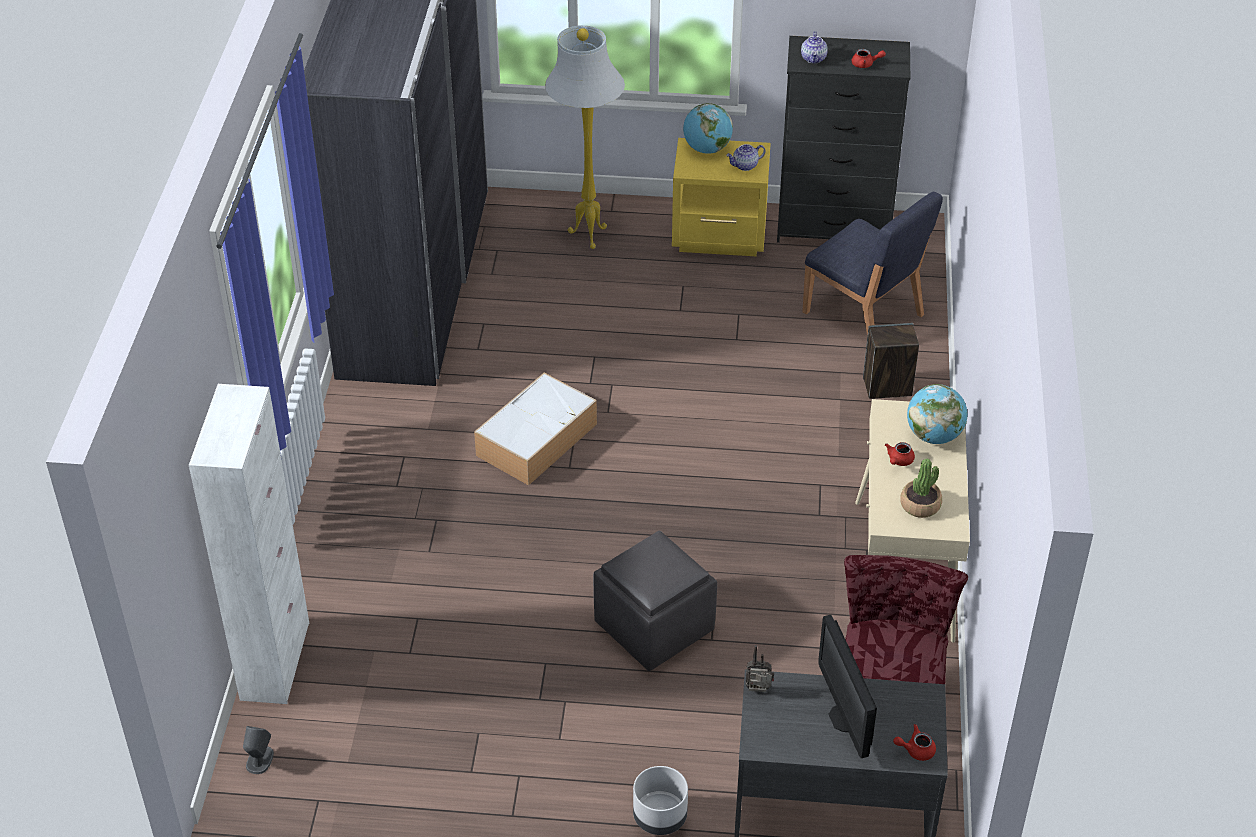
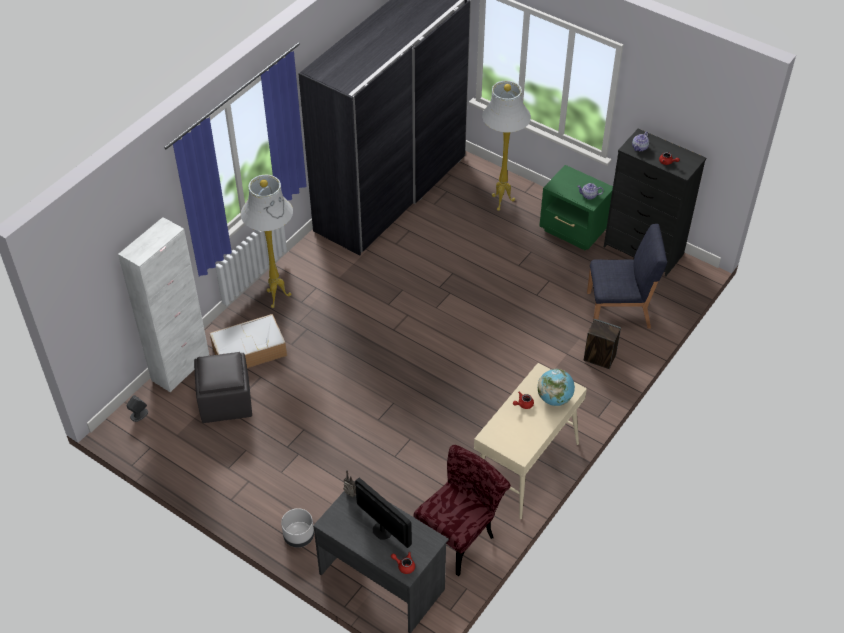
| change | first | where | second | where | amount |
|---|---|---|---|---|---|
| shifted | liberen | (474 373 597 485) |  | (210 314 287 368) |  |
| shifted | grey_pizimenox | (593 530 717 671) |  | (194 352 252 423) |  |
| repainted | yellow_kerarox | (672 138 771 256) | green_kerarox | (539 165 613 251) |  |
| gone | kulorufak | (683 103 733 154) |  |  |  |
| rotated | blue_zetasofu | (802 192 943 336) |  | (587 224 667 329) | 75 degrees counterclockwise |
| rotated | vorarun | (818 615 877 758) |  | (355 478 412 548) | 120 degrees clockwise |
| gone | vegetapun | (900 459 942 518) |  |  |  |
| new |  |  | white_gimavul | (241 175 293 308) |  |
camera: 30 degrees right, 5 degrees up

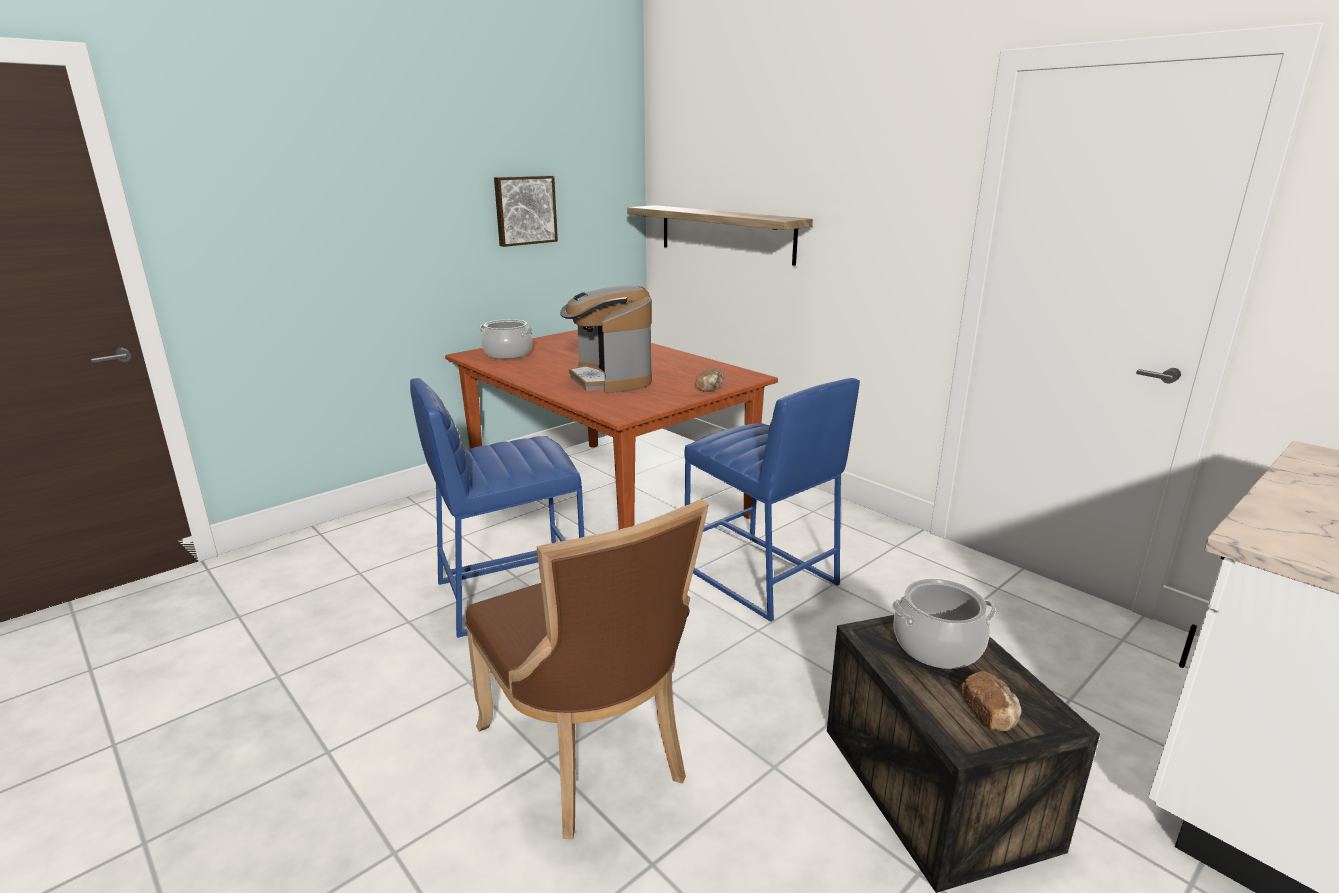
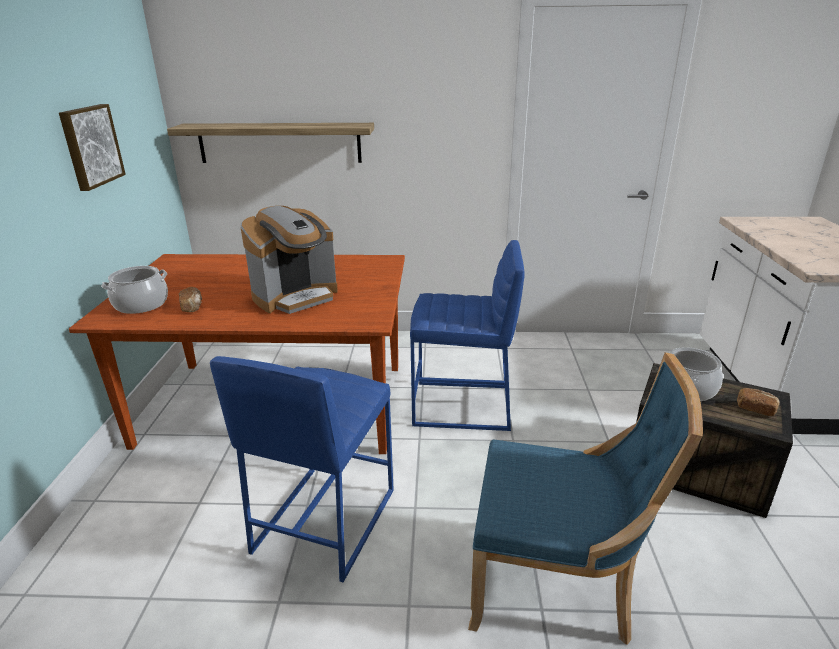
| change | first | where | second | where | amount |
|---|---|---|---|---|---|
| repainted | brown_zetasofu | (466 499 709 839) | blue_zetasofu | (468 352 703 645) |  |
| rotated | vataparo | (560 285 652 393) |  | (241 206 338 314) | 60 degrees counterclockwise |
| shifted | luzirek | (696 368 724 392) |  | (179 287 202 312) |  |
camera: 45 degrees left, 5 degrees up

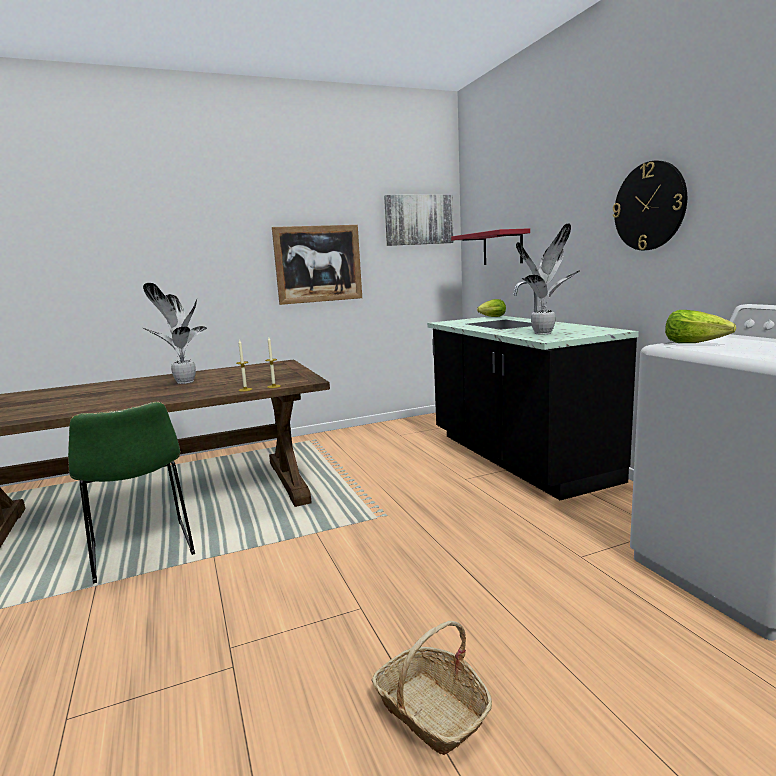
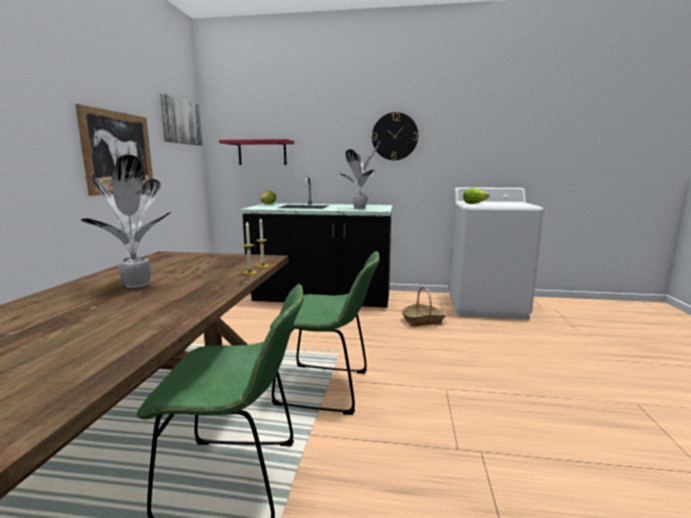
| change | first | where | second | where | amount |
|---|---|---|---|---|---|
| shifted | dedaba | (371 621 492 755) |  | (401 286 446 326) |  |
| new |  |  | green_zetasofu | (270 251 380 414) |  |
camera: 60 degrees left, 0 degrees up

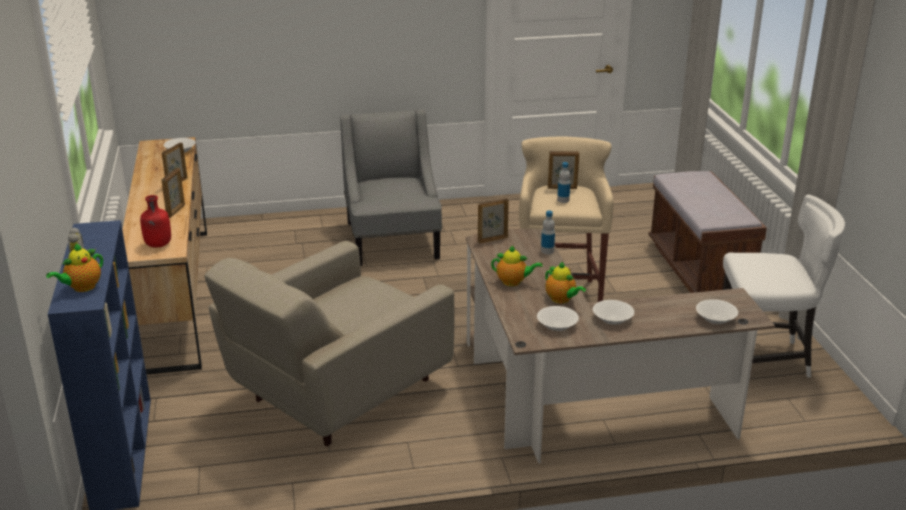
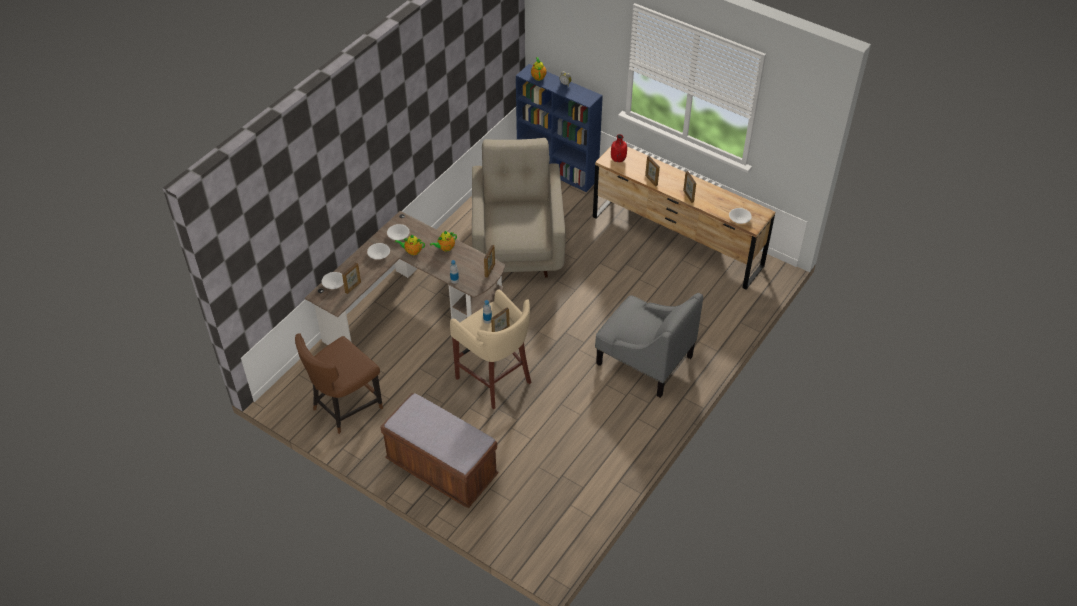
| change | first | where | second | where | amount |
|---|---|---|---|---|---|
| repainted | white_zetasofu | (723 194 845 378) | brown_zetasofu | (295 333 383 434) |  |
| new |  |  | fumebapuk | (342 262 361 294) |  |
camera: 135 degrees right, 20 degrees up

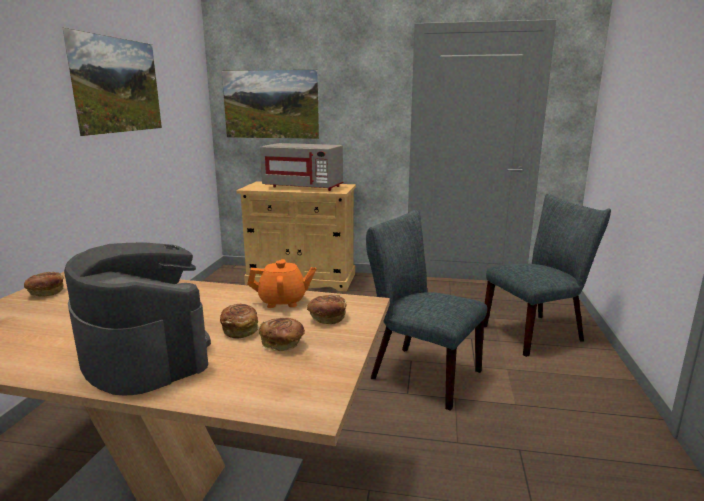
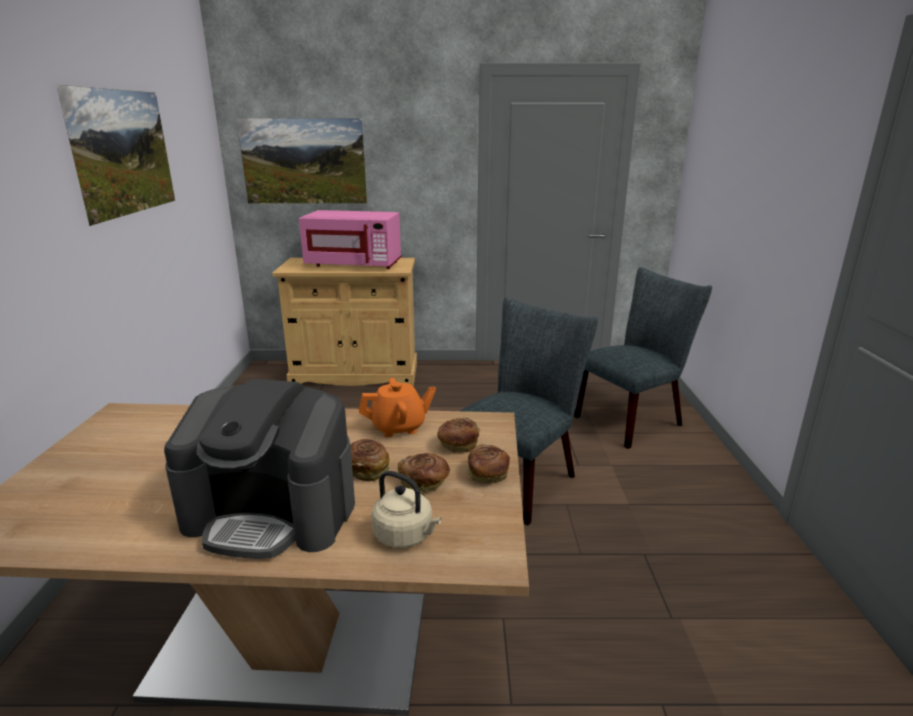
| change | first | where | second | where | amount |
|---|---|---|---|---|---|
| shifted | luzirek | (24 272 64 297) |  | (467 444 510 484) |  |
| rotated | vataparo | (64 243 211 395) |  | (164 379 355 559) | 150 degrees clockwise |
| repainted | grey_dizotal | (260 143 343 191) | pink_dizotal | (299 210 401 269) |  |
| rotated | grey_zetasofu | (366 210 487 411) |  | (460 298 598 525) | 105 degrees clockwise |
| new |  |  | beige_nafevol | (371 471 441 548) |  |
camera: 10 degrees left, 5 degrees up

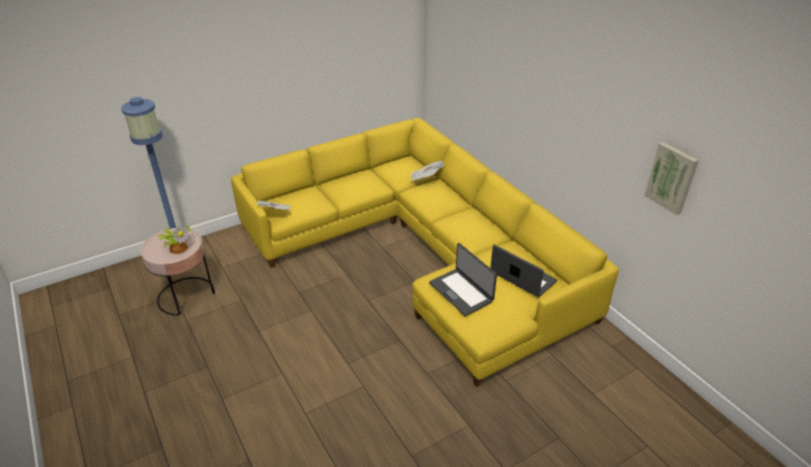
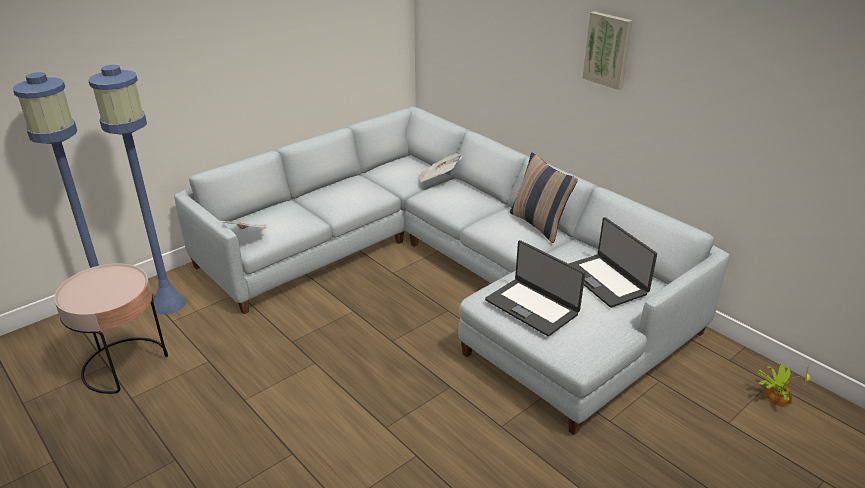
| change | first | where | second | where | amount |
|---|---|---|---|---|---|
| shifted | vegetapun | (157 225 192 254) |  | (758 363 811 407) |  |
| repainted | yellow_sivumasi | (231 118 619 387) | grey_sivumasi | (174 106 730 435) |  |
| rotated | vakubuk | (490 245 557 298) |  | (569 217 657 308) | 150 degrees counterclockwise |
| shifted | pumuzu | (644 142 699 215) |  | (583 11 633 90) |  |
| new |  |  | blue_gimavul | (88 65 186 314) |  |
| new |  |  | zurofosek | (510 153 578 243) |  |
camera: 10 degrees left, 5 degrees down

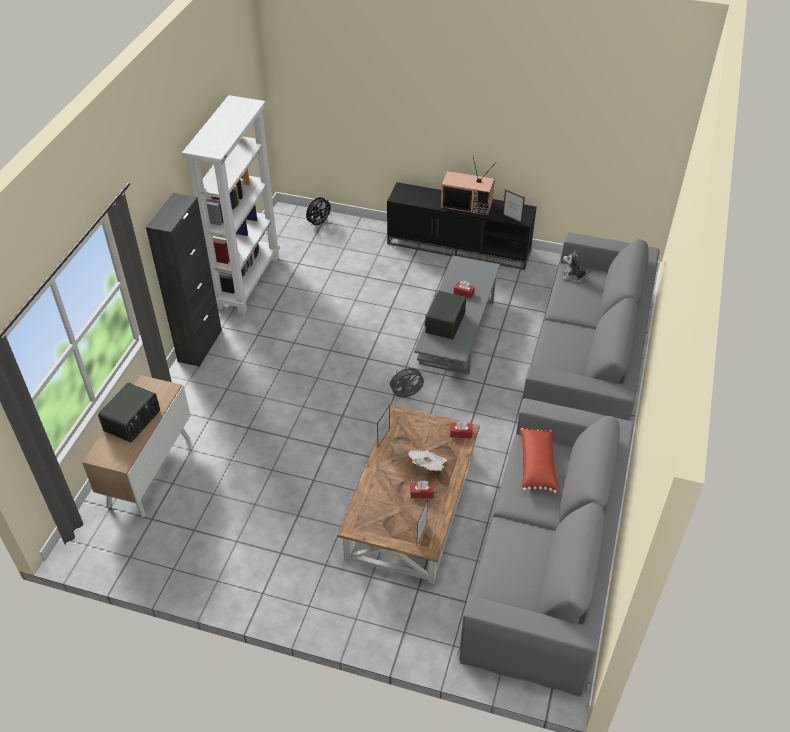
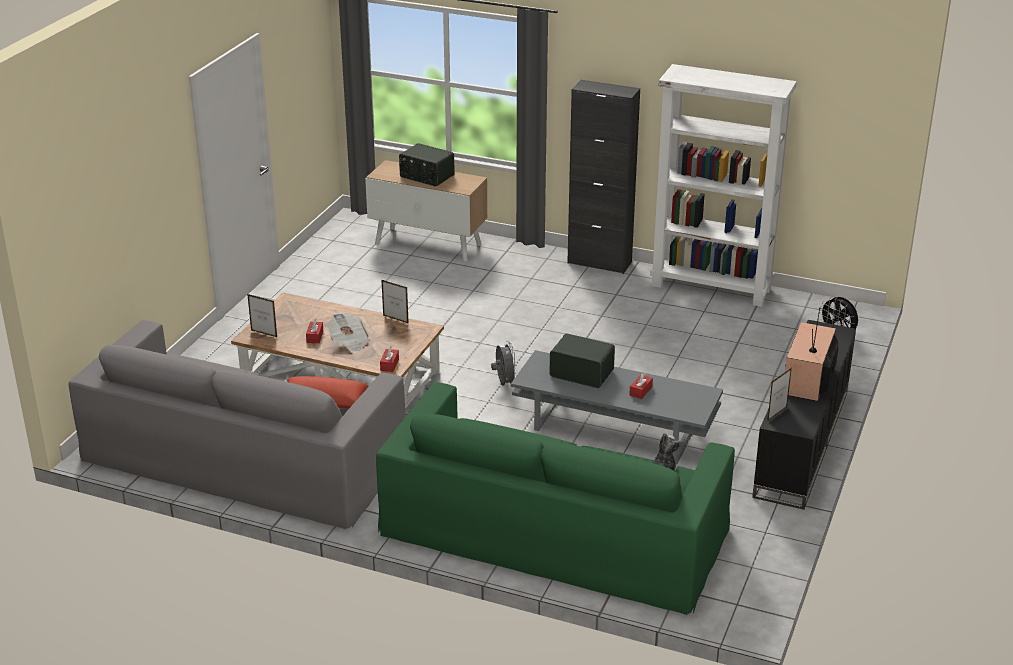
| change | first | where | second | where | amount |
|---|---|---|---|---|---|
| repainted | grey_sivumasi | (522 232 659 421) | green_sivumasi | (376 382 735 615) |  |
camera: 95 degrees right, 15 degrees down

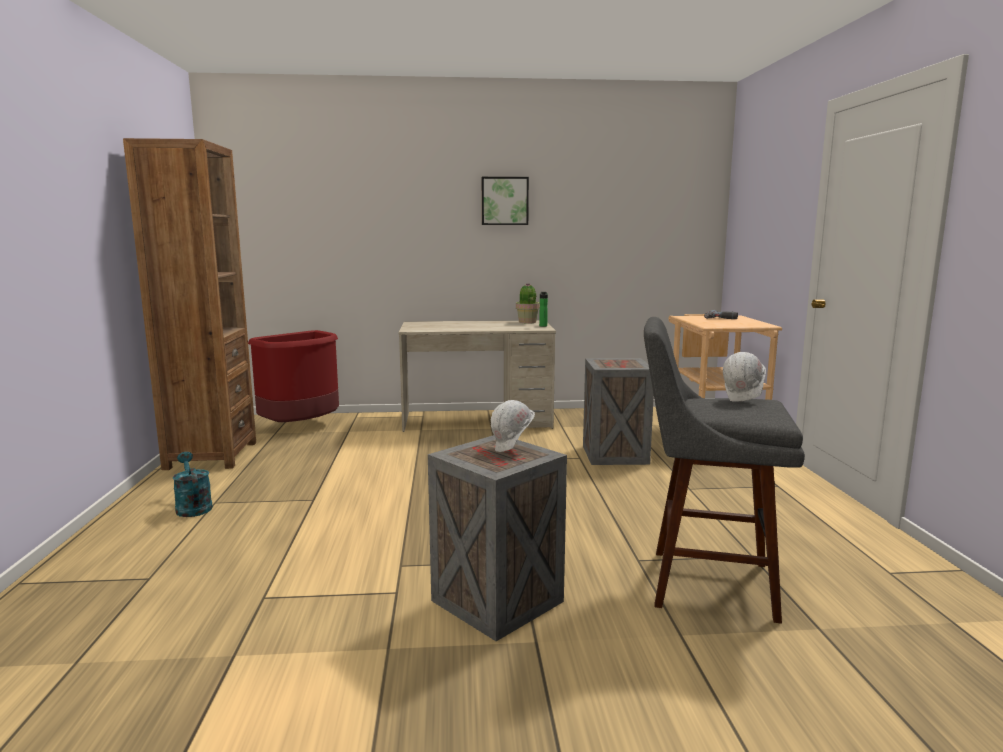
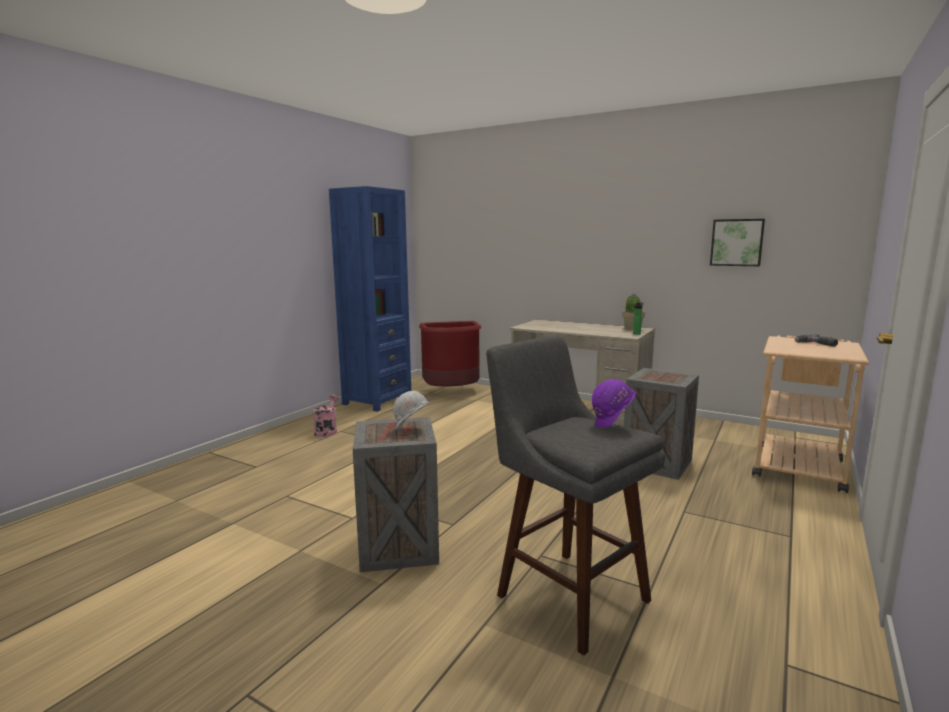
| change | first | where | second | where | amount |
|---|---|---|---|---|---|
| repainted | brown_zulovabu | (123 138 256 470) | blue_zulovabu | (329 186 411 412) |  |
| repainted | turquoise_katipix | (173 452 213 517) | pink_katipix | (313 394 339 437) |  |
| shifted | pumuzu | (482 177 529 225) |  | (710 219 765 266) |  |
| repainted | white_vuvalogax | (723 352 766 402) | purple_vuvalogax | (592 379 636 428) |  |
camera: 35 degrees right, 0 degrees up

